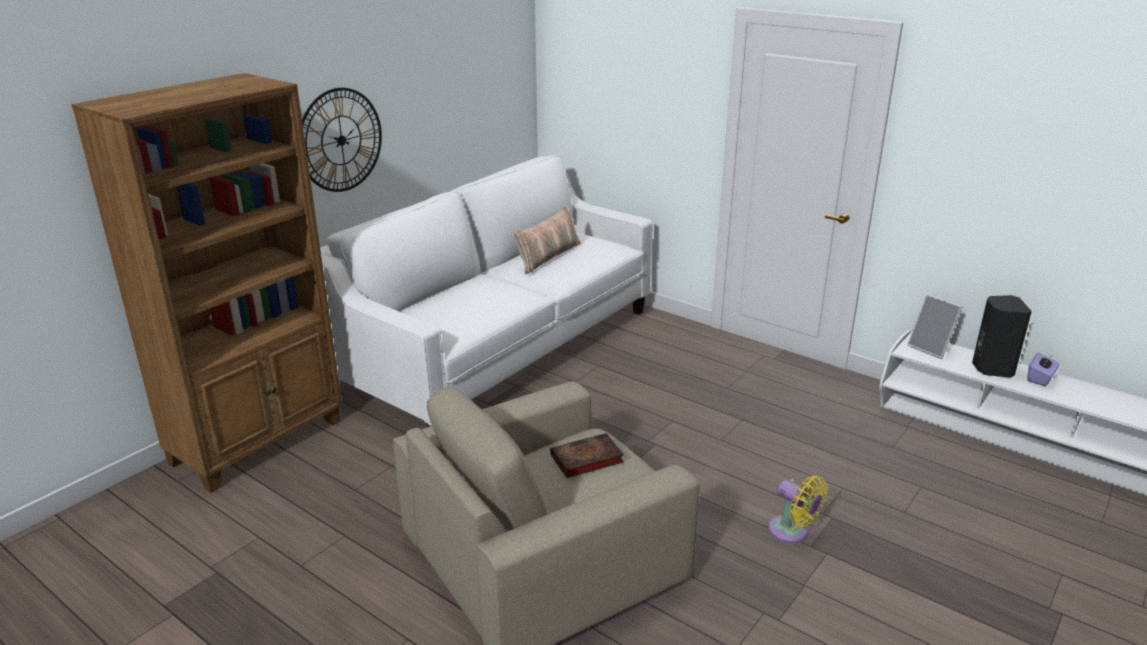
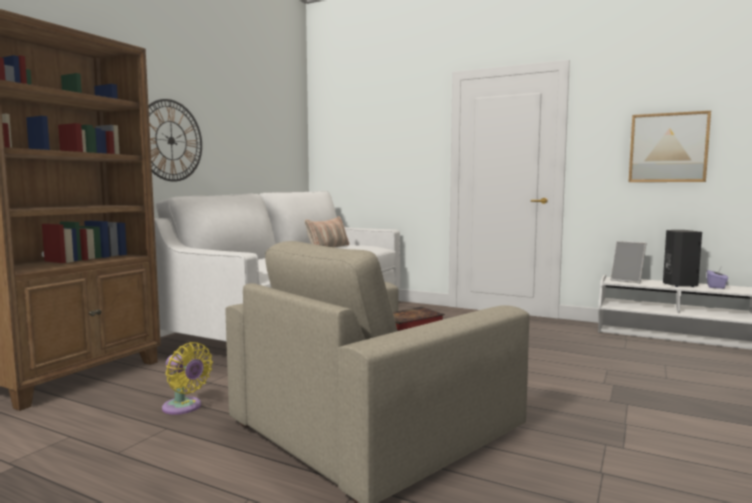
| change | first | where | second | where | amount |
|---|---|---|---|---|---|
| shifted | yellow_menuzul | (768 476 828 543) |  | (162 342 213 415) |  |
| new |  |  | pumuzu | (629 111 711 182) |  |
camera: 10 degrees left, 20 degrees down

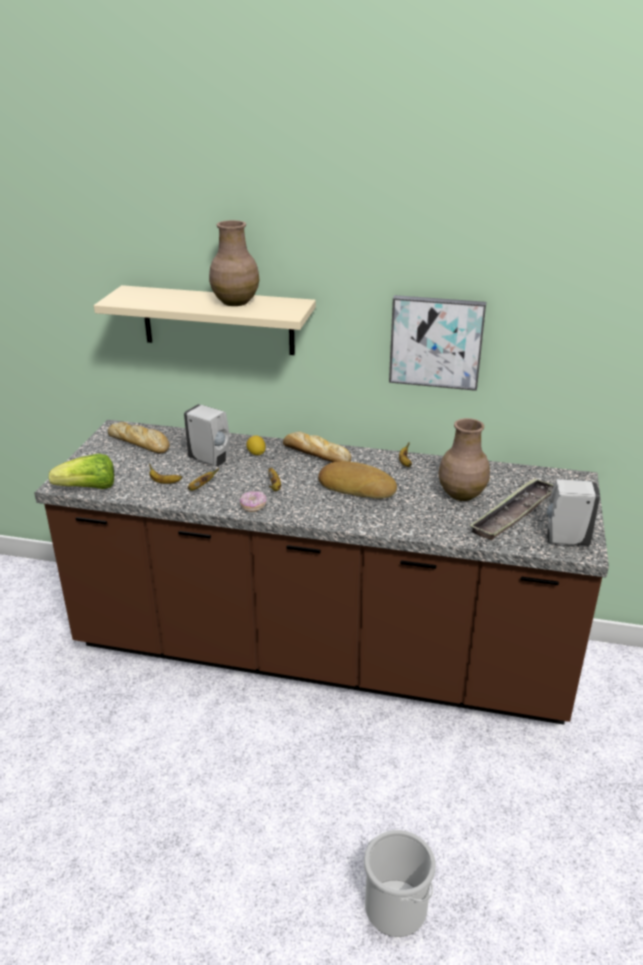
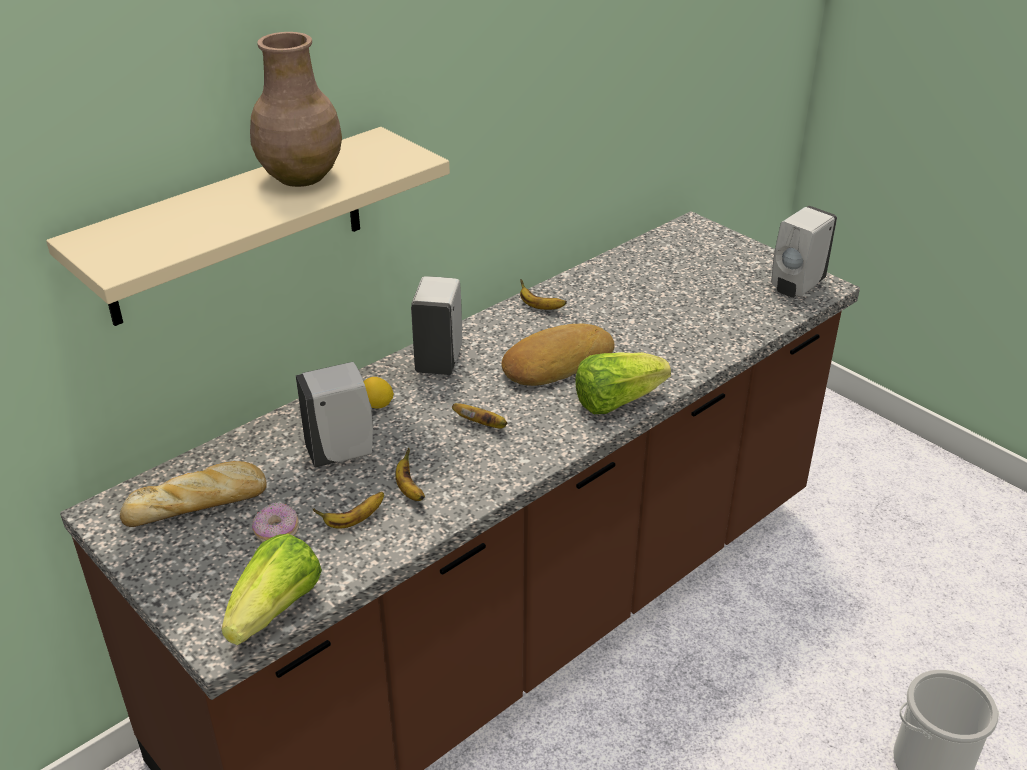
| change | first | where | second | where | amount |
|---|---|---|---|---|---|
| shifted | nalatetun | (240 491 267 512) |  | (252 502 299 542) |  |
| swapped | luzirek | (283 432 351 462) | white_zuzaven | (411 277 462 375) |  |
| gone | pumuzu | (389 295 486 391) |  |  |  |
| gone | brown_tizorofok | (439 418 490 501) |  |  |  |
| gone | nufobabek | (469 478 554 540) |  |  |  |
| new |  |  | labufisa | (575 352 671 414) |  |
camera: 55 degrees left, 5 degrees up

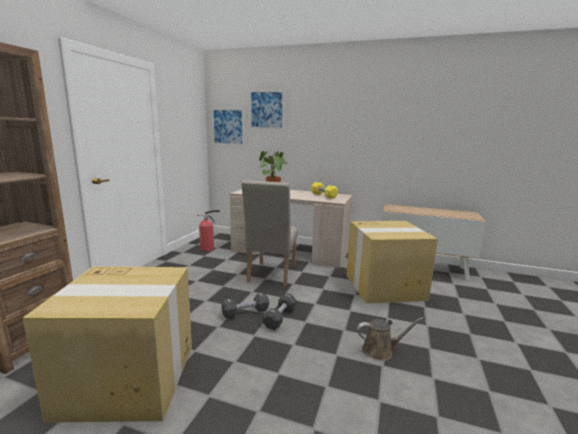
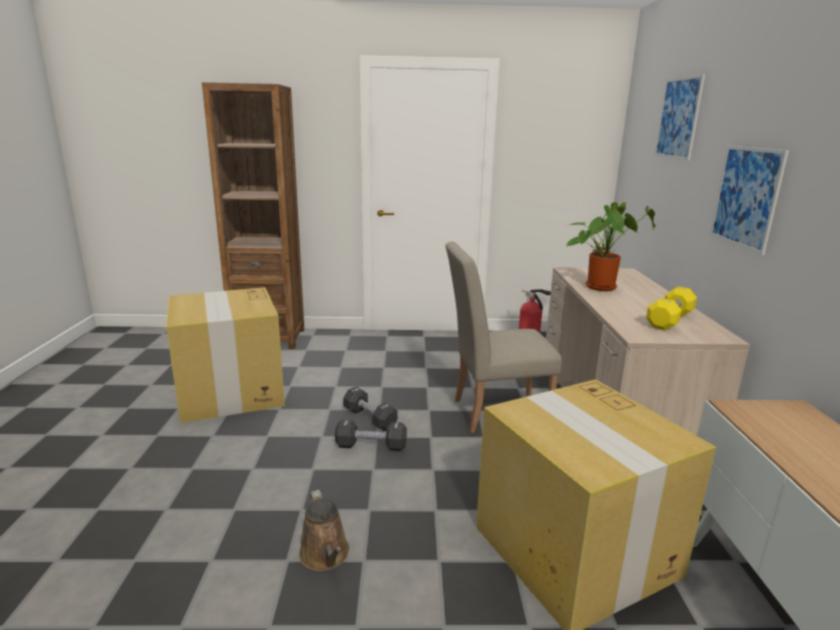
| change | first | where | second | where | amount |
|---|---|---|---|---|---|
| shifted | pumuzu | (212 109 244 145) |  | (710 146 789 255) |  |
camera: 70 degrees right, 5 degrees up

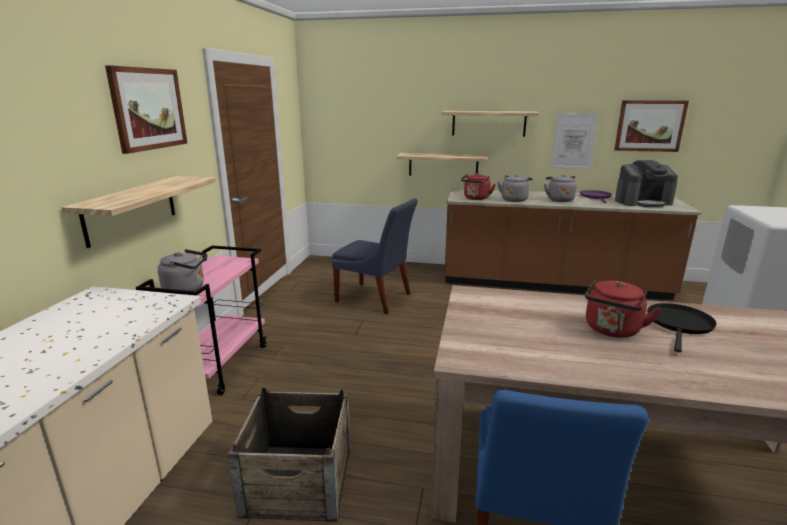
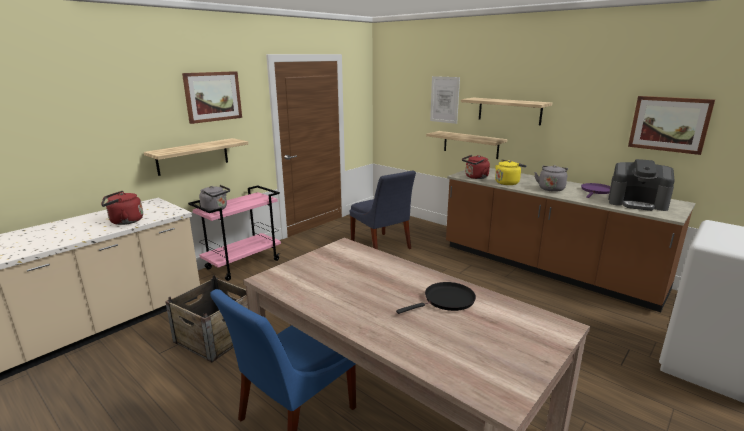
| change | first | where | second | where | amount |
|---|---|---|---|---|---|
| repainted | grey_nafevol | (497 175 533 202) | yellow_nafevol | (495 160 527 185) |  |
| shifted | pumuzu | (550 113 599 170) |  | (430 76 460 124) |  |
| shifted | red_nafevol | (585 280 661 338) |  | (101 191 143 225) |  |
camera: 30 degrees right, 0 degrees up

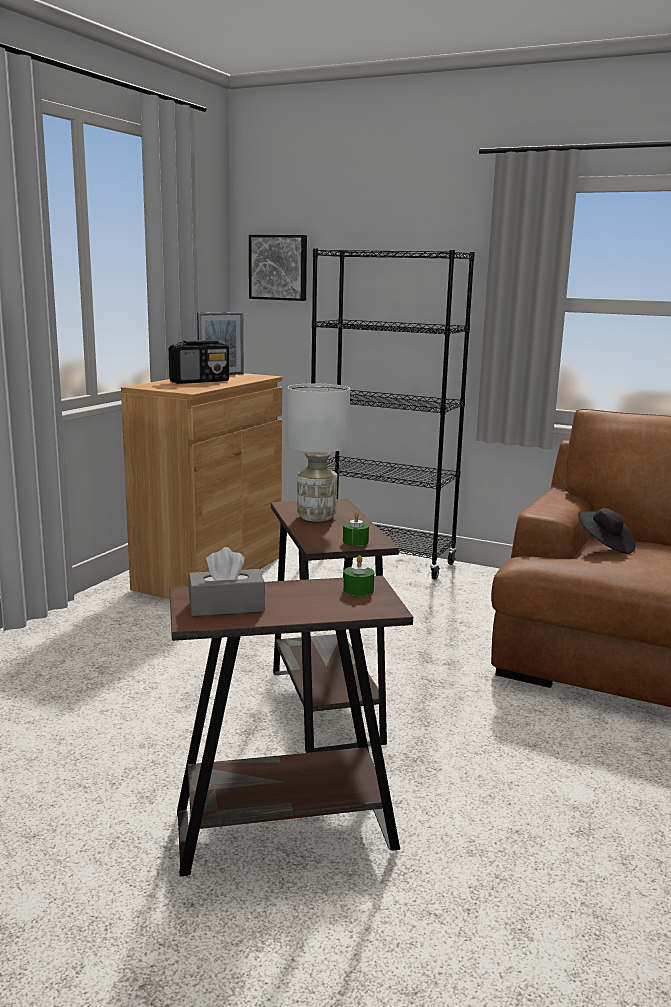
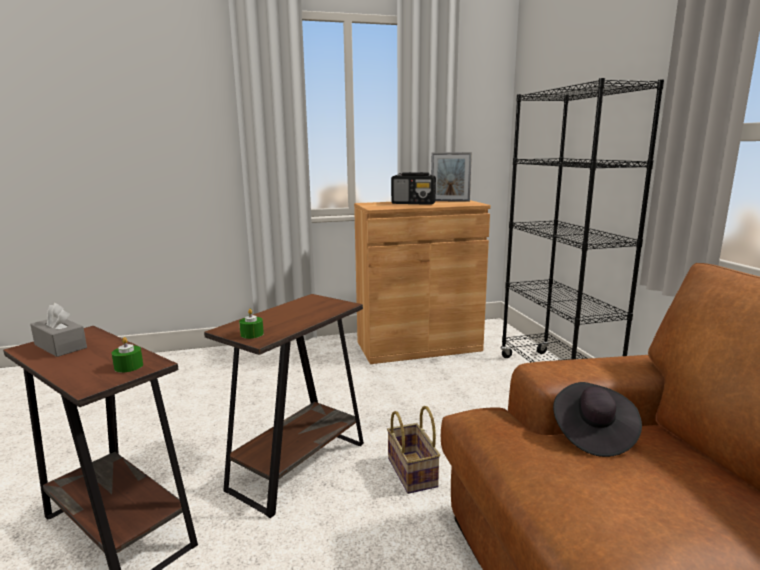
| change | first | where | second | where | amount |
|---|---|---|---|---|---|
| gone | pumuzu | (249 235 307 301) |  |  |  |
| gone | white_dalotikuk | (287 384 350 522) |  |  |  |
| new |  |  | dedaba | (387 406 440 494) |  |
camera: 50 degrees right, 0 degrees up

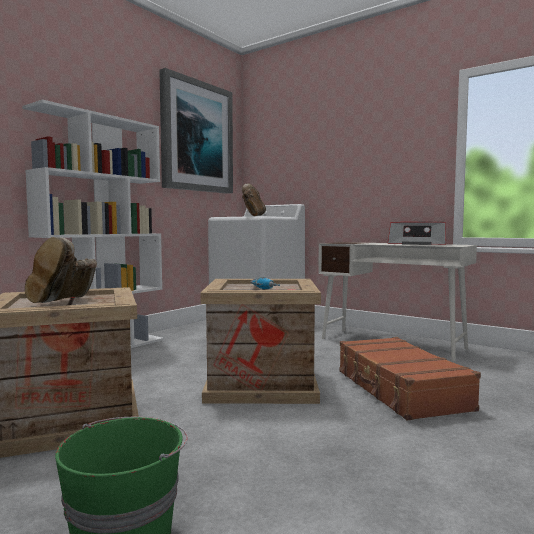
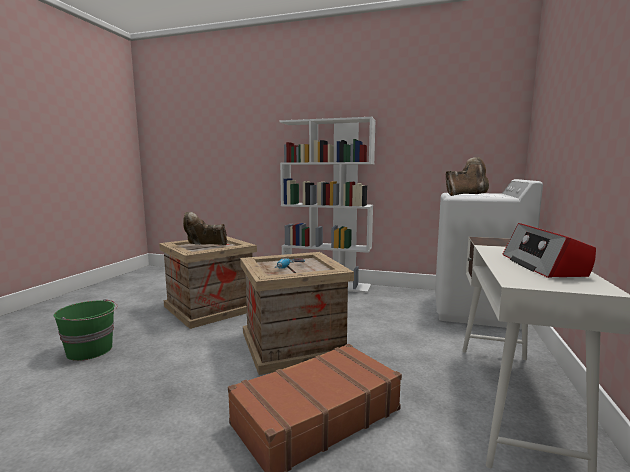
| change | first | where | second | where | amount |
|---|---|---|---|---|---|
| gone | pumuzu | (159 68 233 194) |  |  |  |
camera: 70 degrees right, 5 degrees up

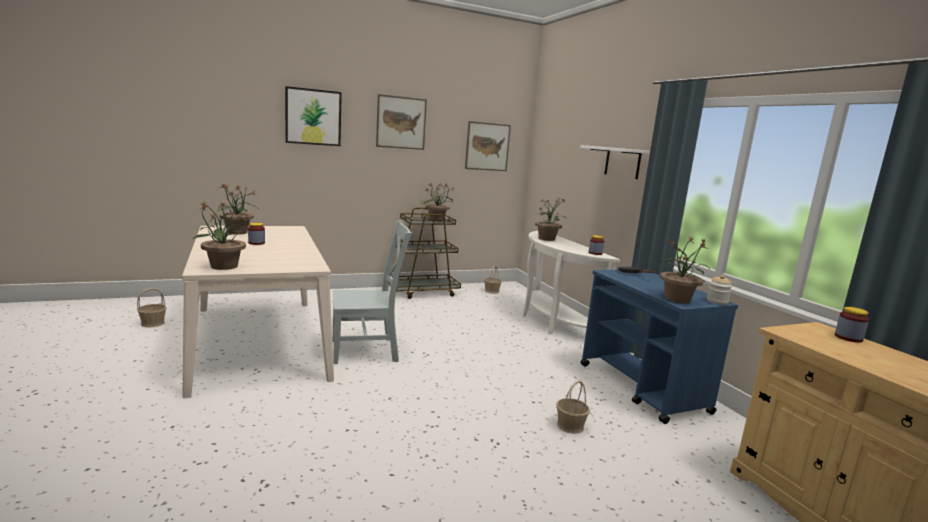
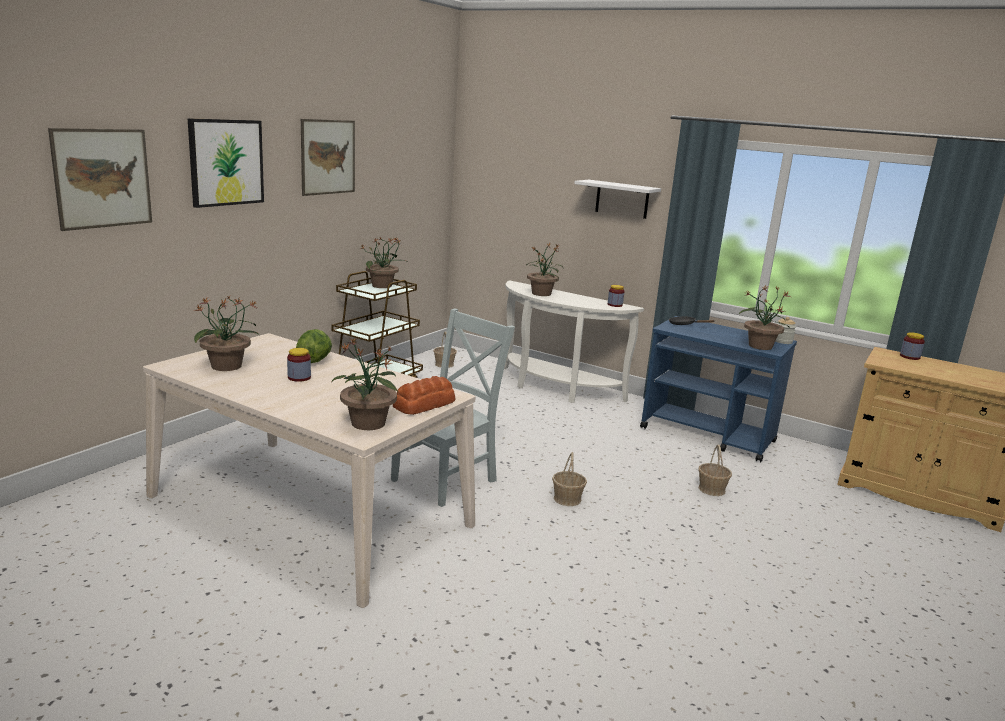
| change | first | where | second | where | amount |
|---|---|---|---|---|---|
| shifted | dedaba | (137 288 167 327) |  | (552 452 587 506) |  |
| shifted | pumuzu | (465 121 511 171) |  | (48 128 152 231) |  |
| new |  |  | labufisa | (296 329 332 363) |  |
| new |  |  | luzirek | (393 376 455 415) |  |
camera: 35 degrees left, 5 degrees up

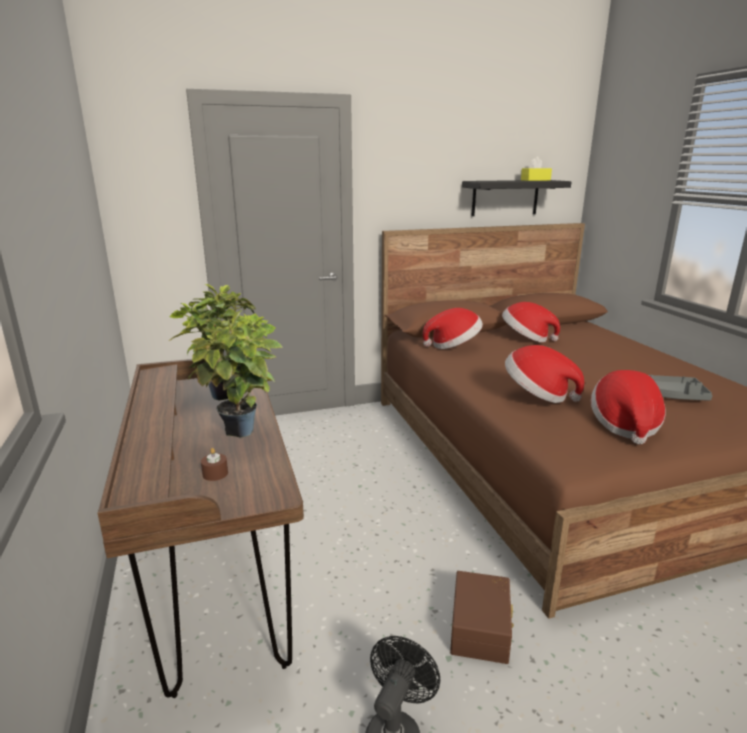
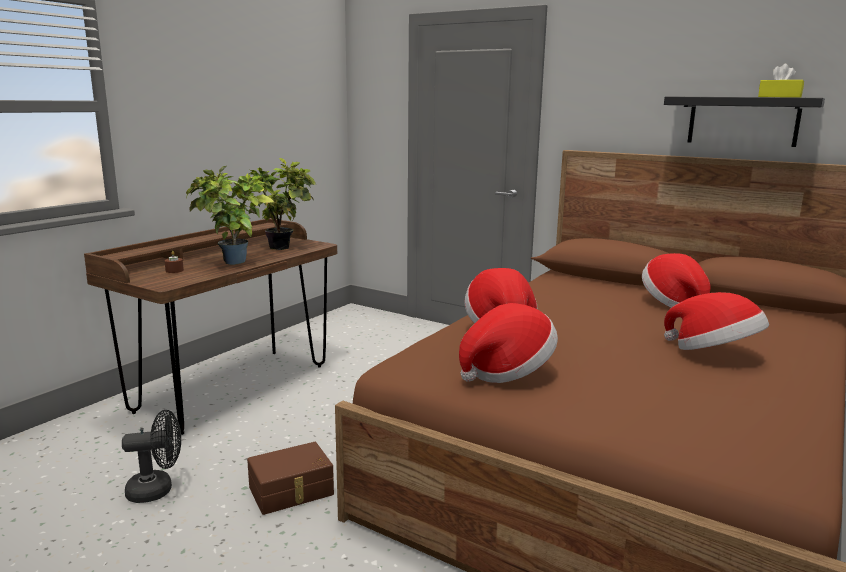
| change | first | where | second | where | amount |
|---|---|---|---|---|---|
| shifted | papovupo | (423 308 483 349) |  | (664 292 769 350) |  |
| gone | grey_nufobabek | (649 375 713 401) |  |  |  |
camera: 50 degrees right, 5 degrees down

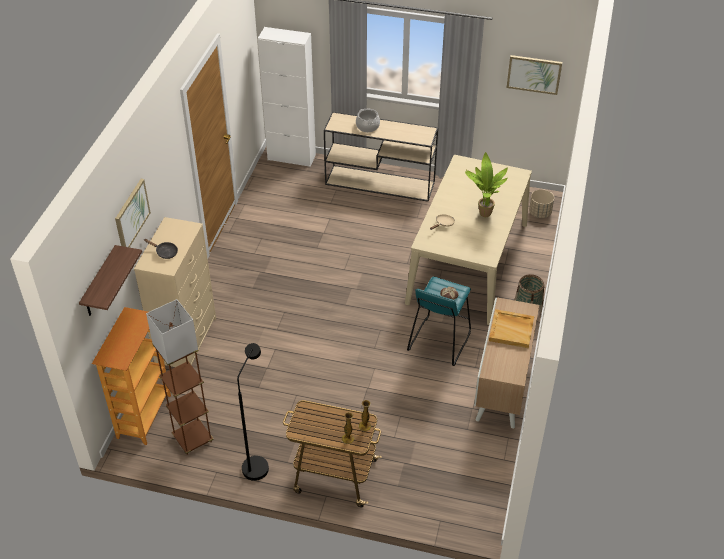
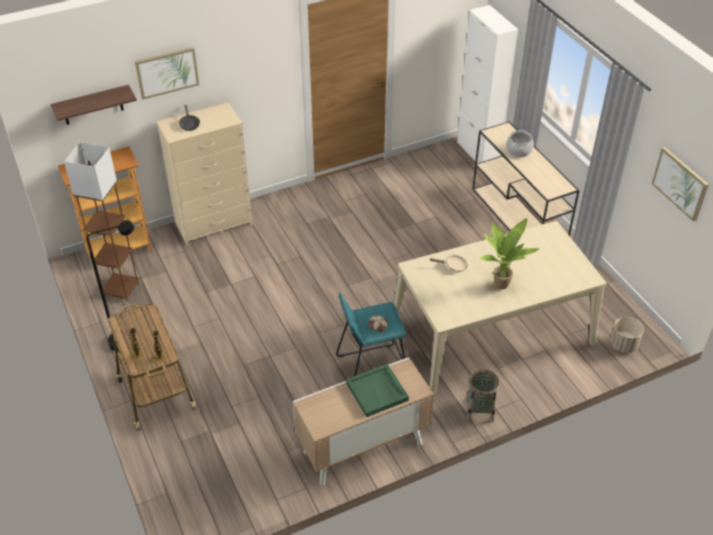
| change | first | where | second | where | amount |
|---|---|---|---|---|---|
| repainted | beige_nufobabek | (489 309 534 348) | green_nufobabek | (346 364 409 417) |  |
camera: 50 degrees right, 0 degrees up

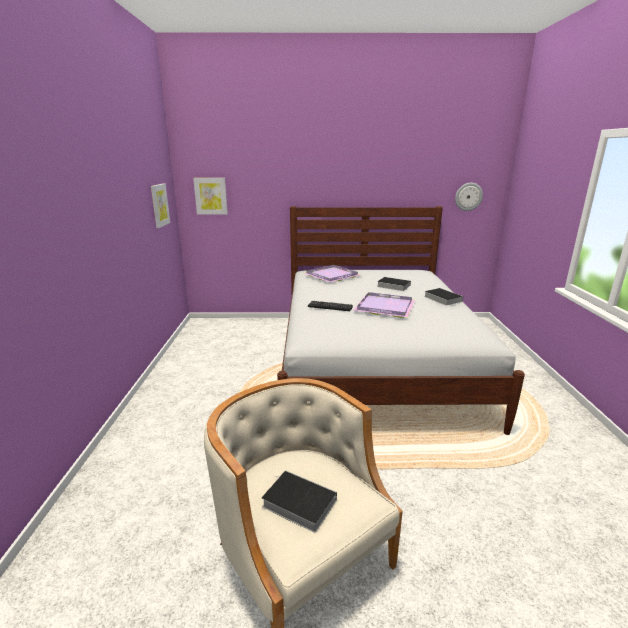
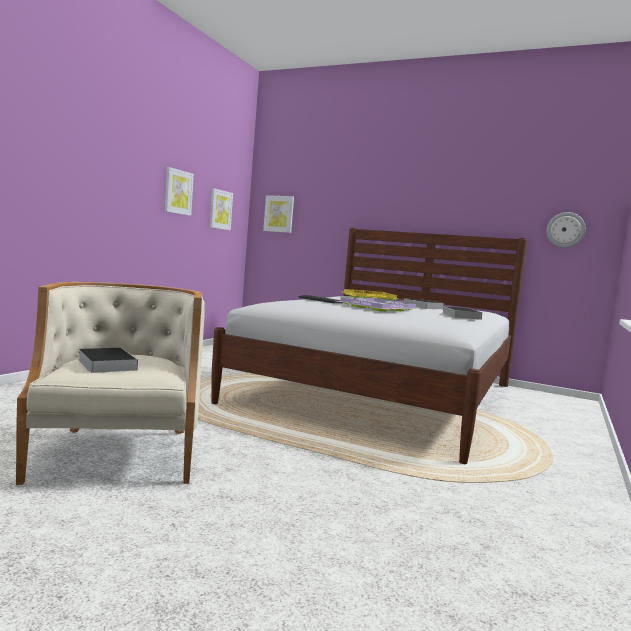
| change | first | where | second | where | amount |
|---|---|---|---|---|---|
| repainted | purple_nufobabek | (304 265 360 282) | yellow_nufobabek | (343 289 398 301) |  |
| new |  |  | pumuzu | (165 167 194 216) |  |
camera: 25 degrees right, 15 degrees down

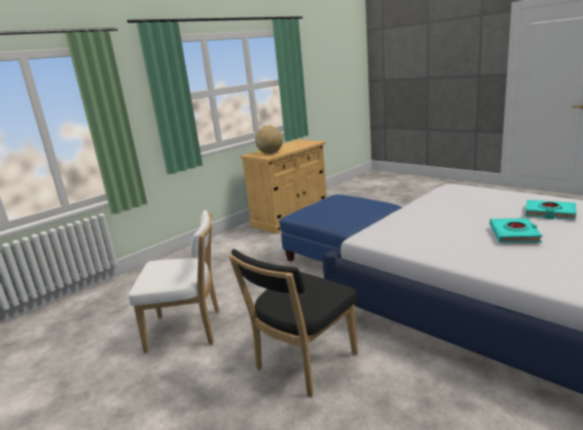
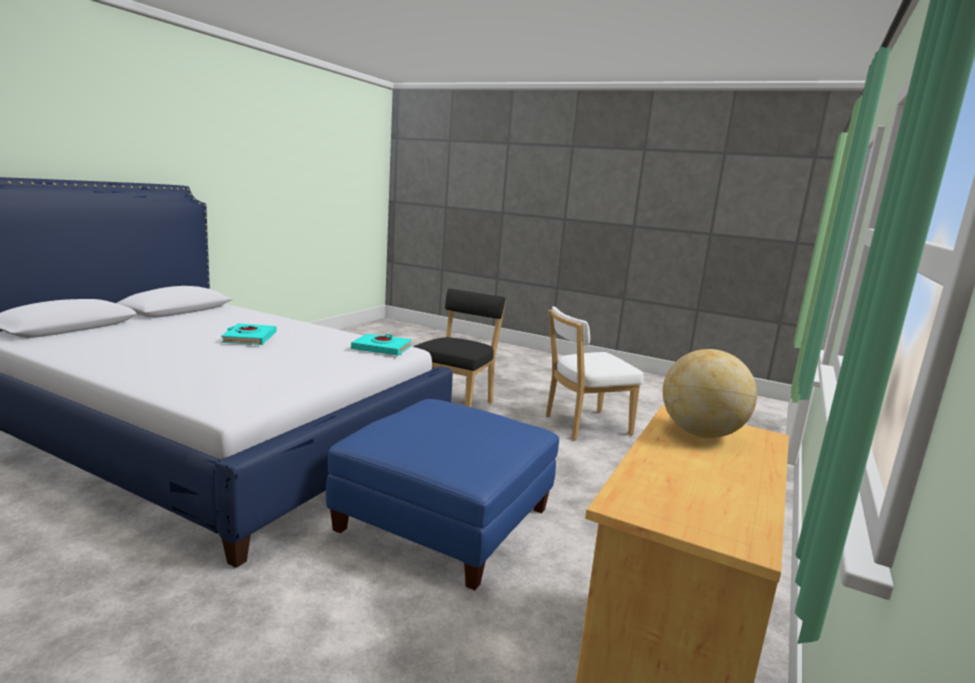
| change | first | where | second | where | amount |
|---|---|---|---|---|---|
| shifted | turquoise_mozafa | (525 200 577 220) |  | (351 334 412 356) |  |
camera: 160 degrees right, 5 degrees down

